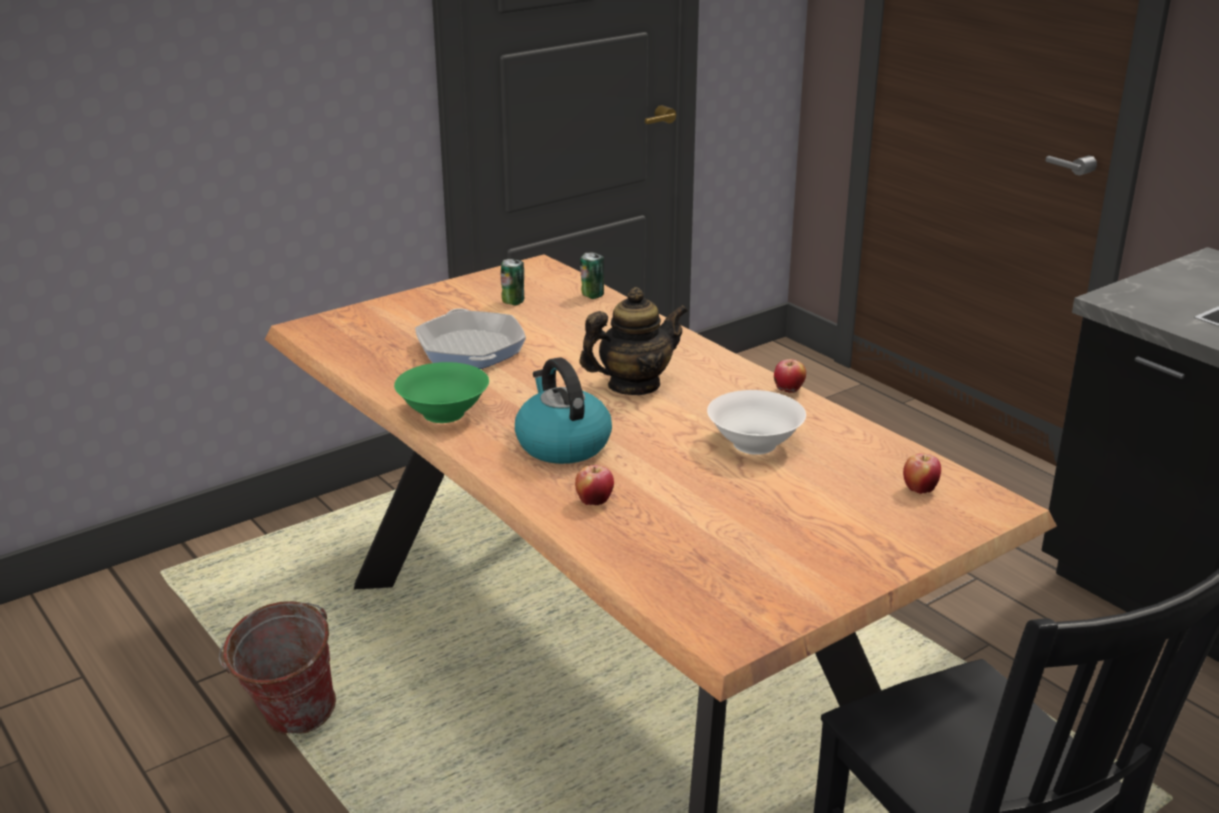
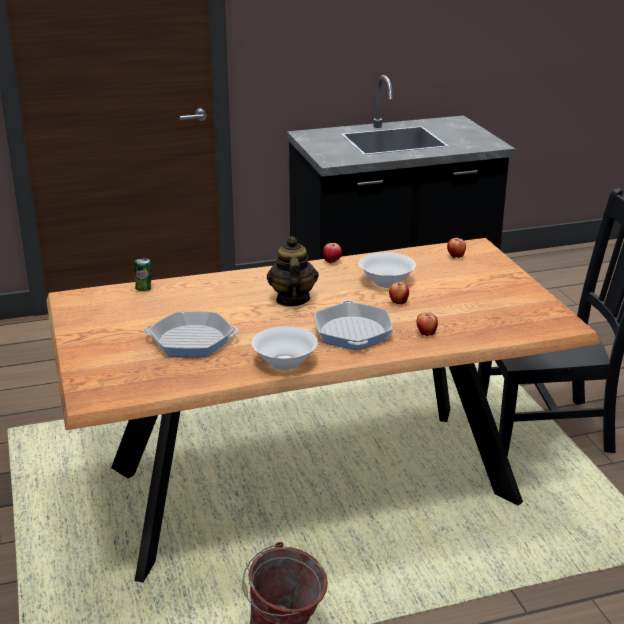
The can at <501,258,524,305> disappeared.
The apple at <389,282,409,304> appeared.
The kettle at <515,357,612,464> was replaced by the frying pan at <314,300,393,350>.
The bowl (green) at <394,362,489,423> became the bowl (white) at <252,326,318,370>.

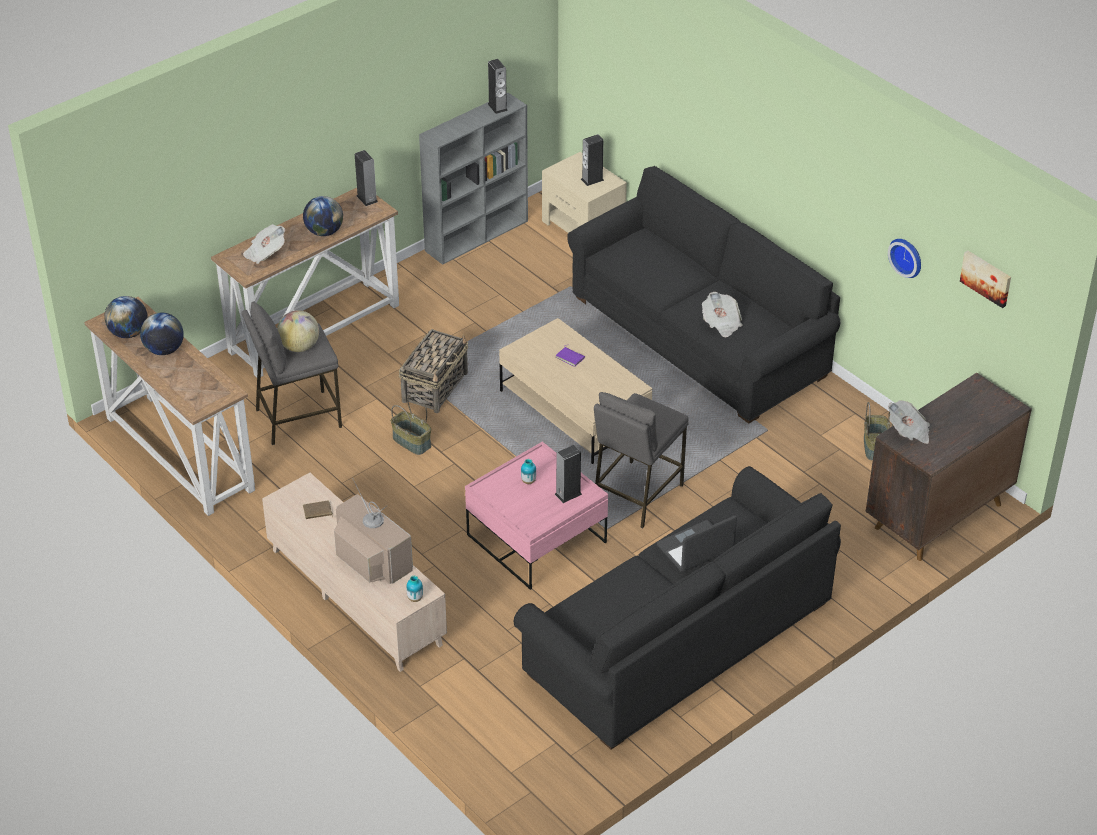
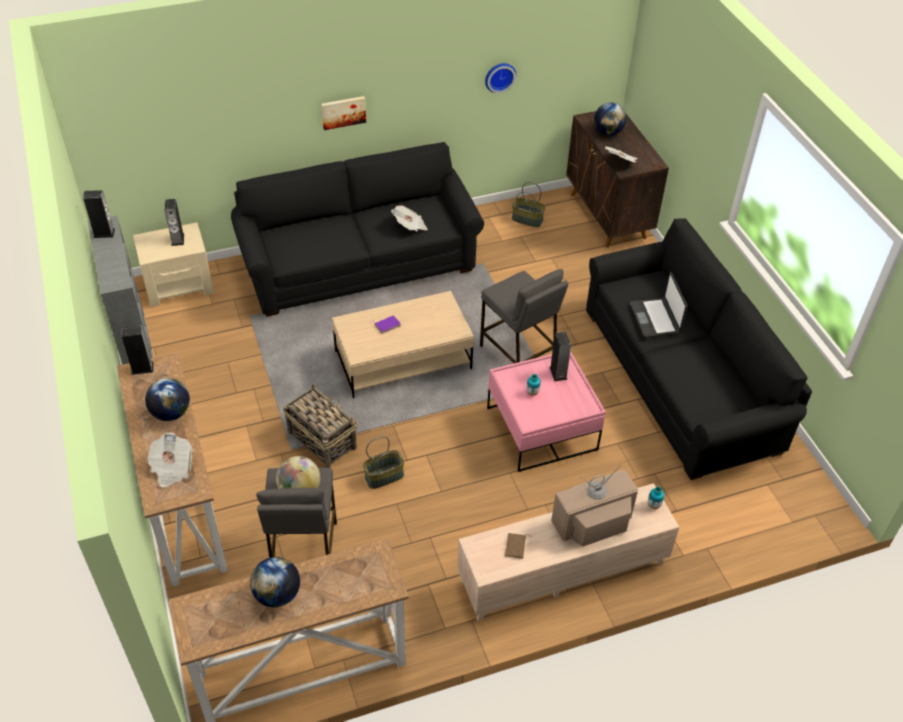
The globe moved from <104,296,148,338> to <594,102,627,136>.
The picture moved from <960,250,1011,308> to <321,96,366,130>.

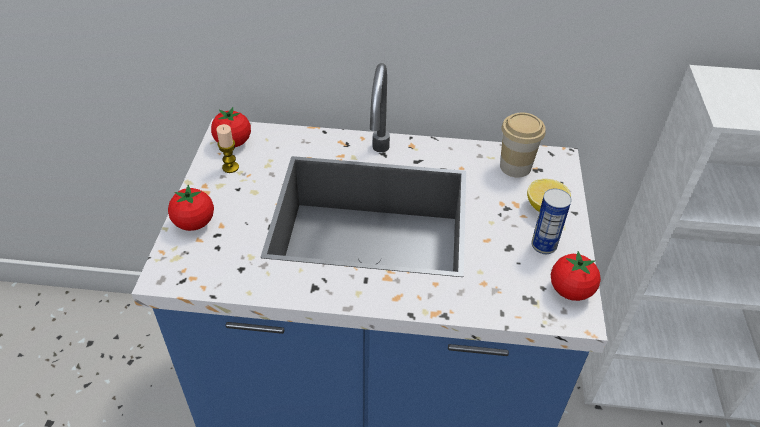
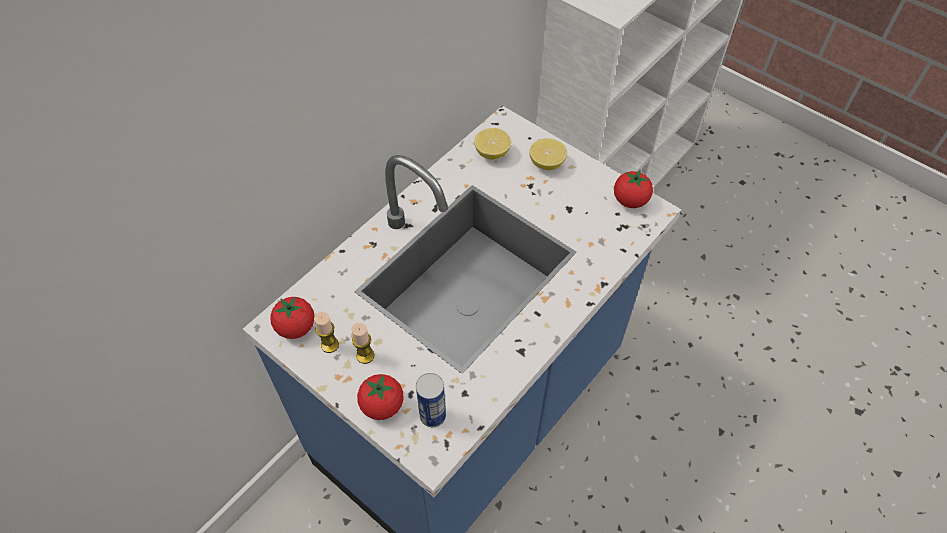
The candle at <351,323,374,364> appeared.
The can moved from <531,189,571,254> to <416,373,446,427>.
The cup at <500,112,545,177> was replaced by the lemon at <474,128,511,160>.

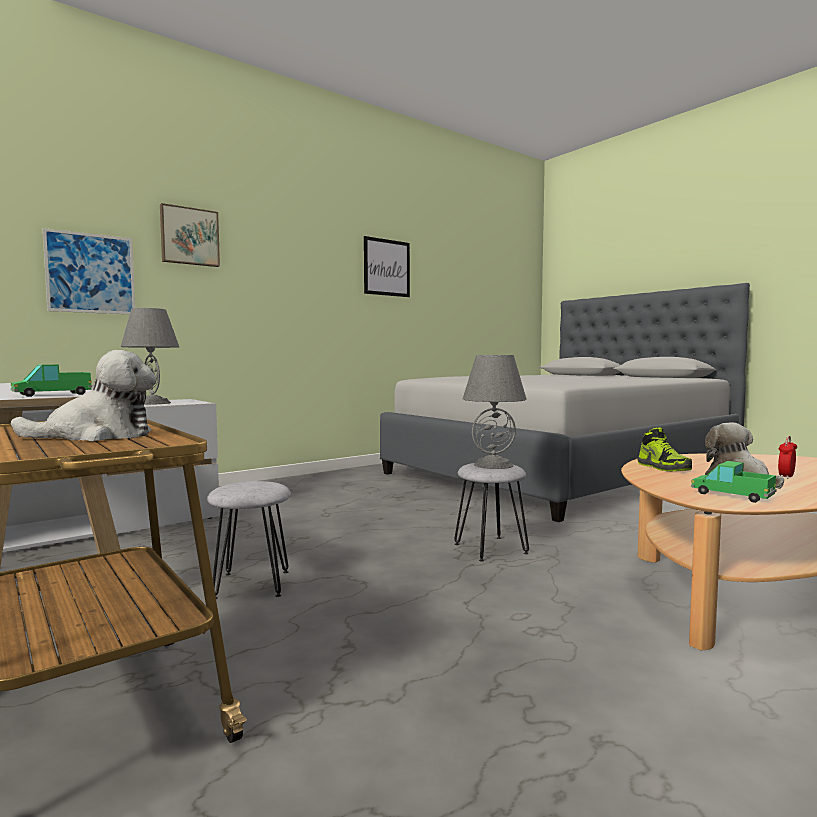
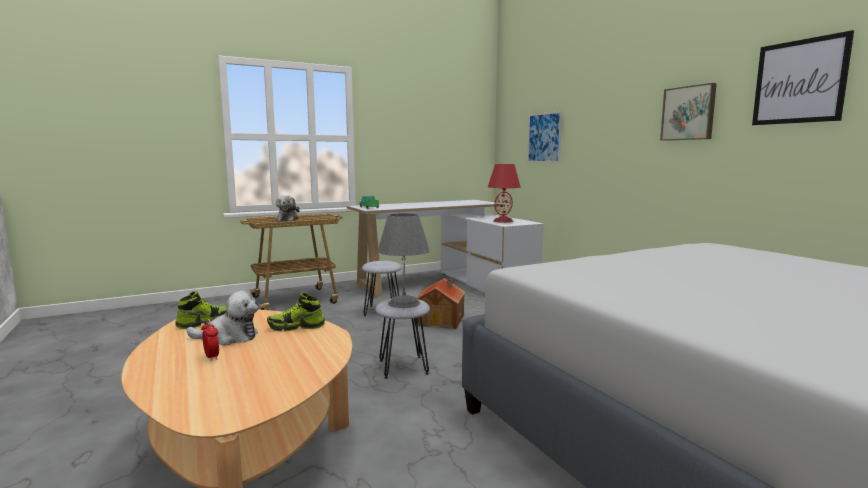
The toy house at <414,278,465,329> appeared.
The picture moved from <160,203,220,267> to <660,83,717,141>.
The toy truck at <691,461,777,503> was replaced by the shoe at <175,291,227,329>.
The table lamp (grey) at <120,308,179,405> became the table lamp (red) at <488,164,521,223>.

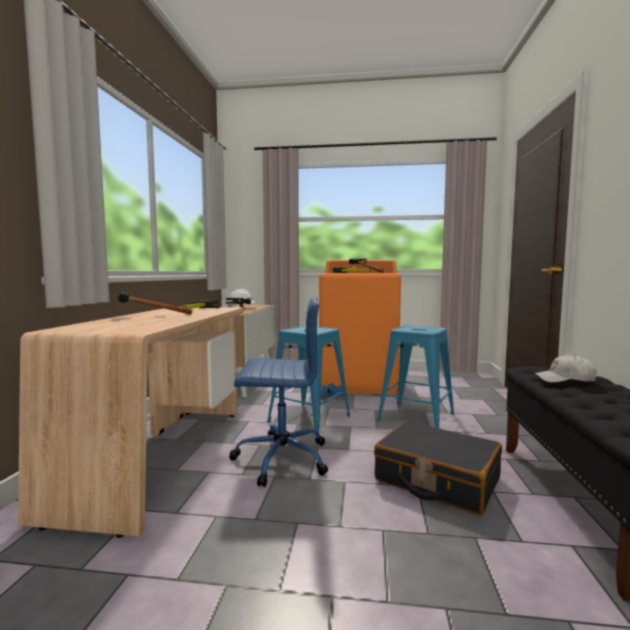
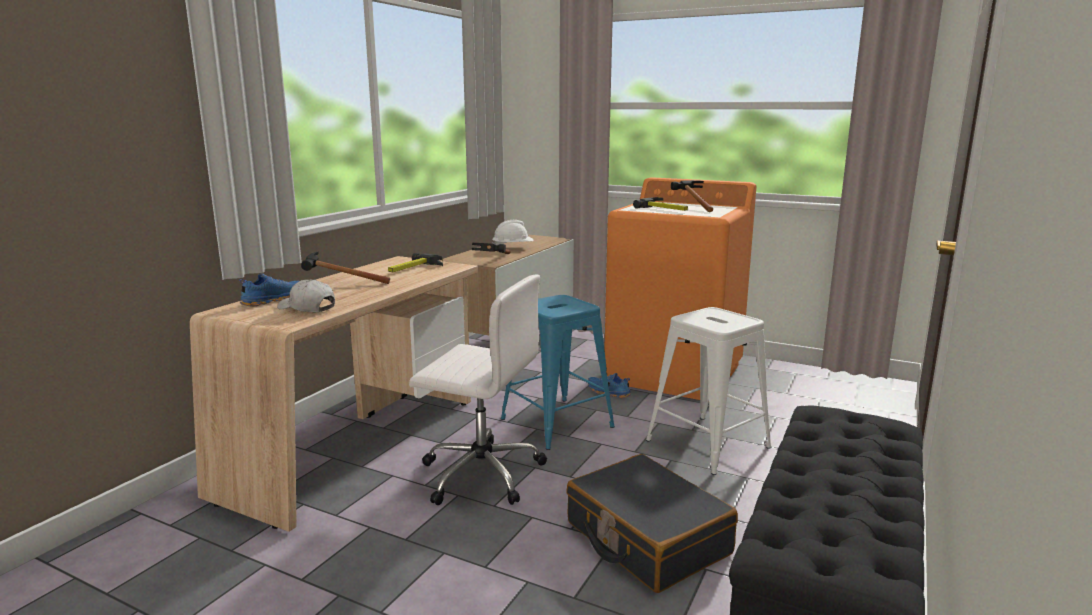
The shoe (blue) at <239,273,299,307> appeared.
The cap (white) moved from <535,354,597,383> to <277,279,335,312>.
The office chair (blue) at <229,297,328,487> became the office chair (white) at <409,274,547,505>.
The stool (blue) at <377,325,454,428> became the stool (white) at <646,307,771,475>.

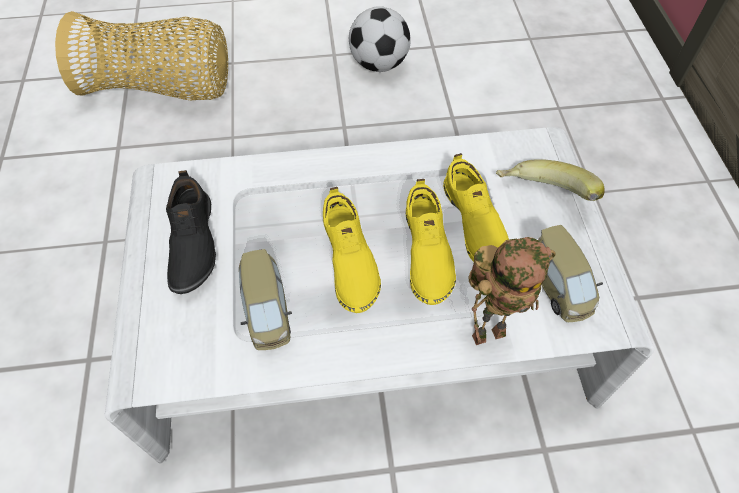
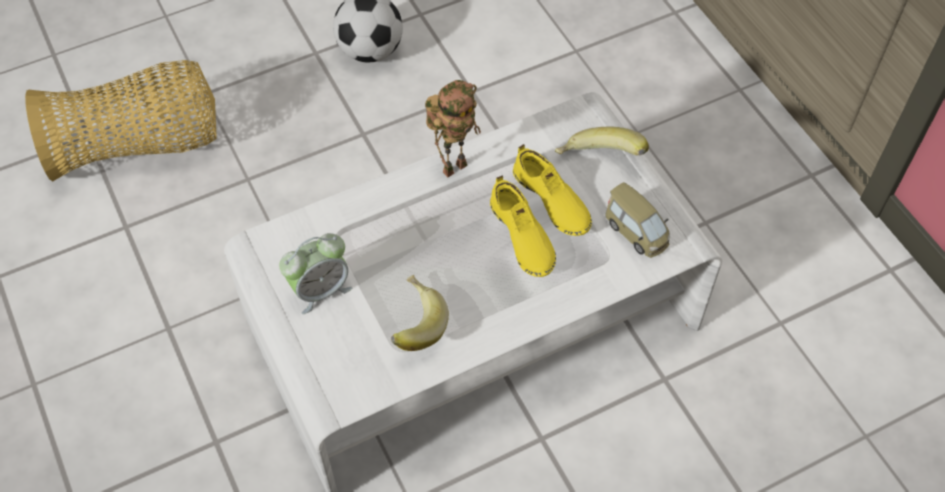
The shoe (yellow) at <323,187,381,313> disappeared.
The toy robot moved from <469,237,555,345> to <425,80,481,177>.
The shoe (black) at <166,170,216,294> was replaced by the alarm clock at <279,233,352,314>.
The toy car at <239,249,292,350> was replaced by the banana at <391,275,449,351>.

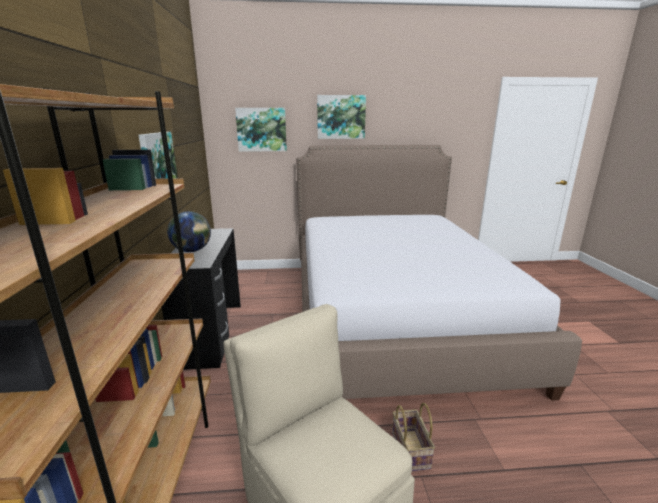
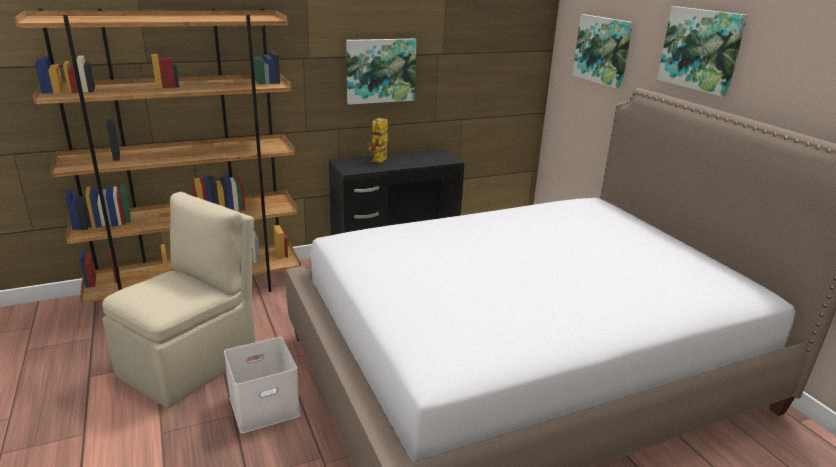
The globe at <167,211,211,252> was replaced by the toy robot at <368,118,388,163>.
The basket at <392,403,435,471> was replaced by the storage box (white) at <224,337,300,433>.

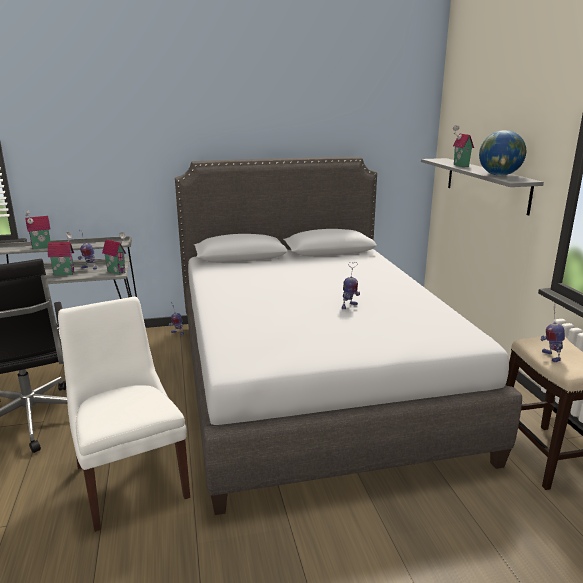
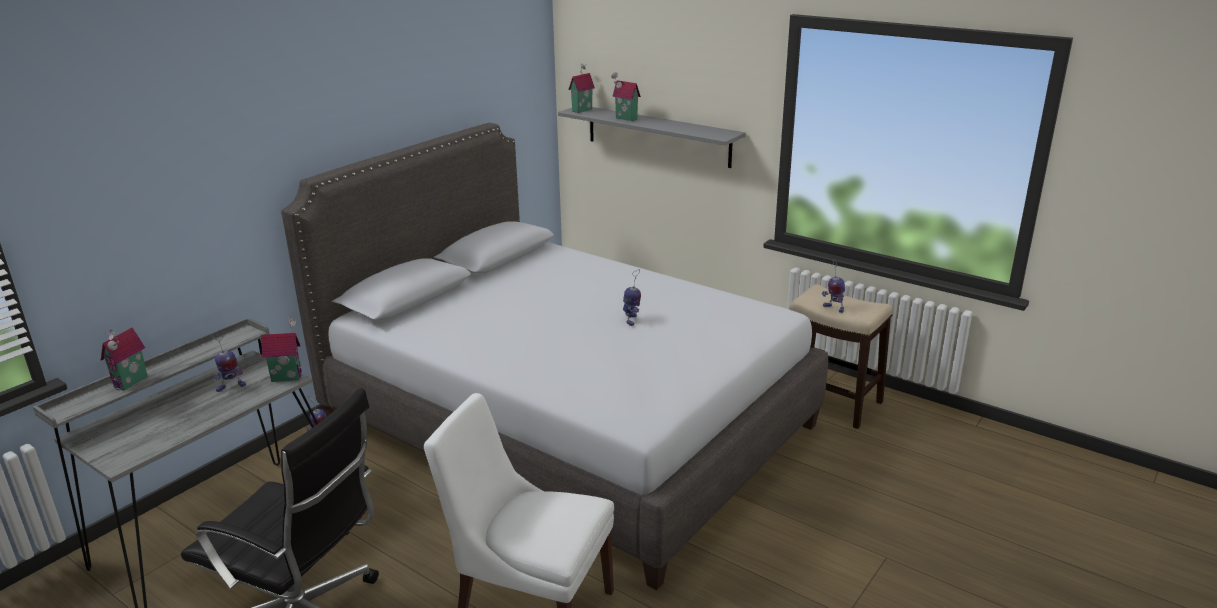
The globe at <479,130,526,176> disappeared.
The toy house moved from <48,232,75,275> to <568,63,595,113>.

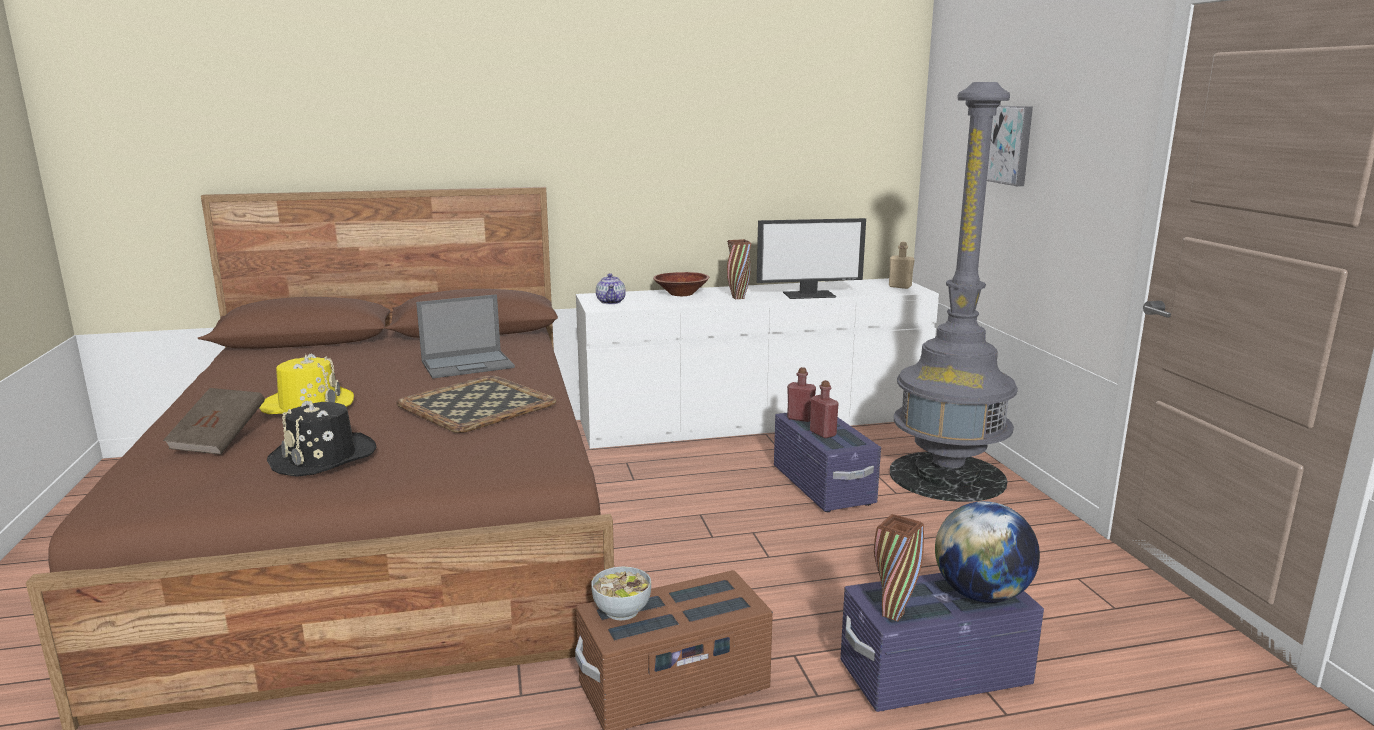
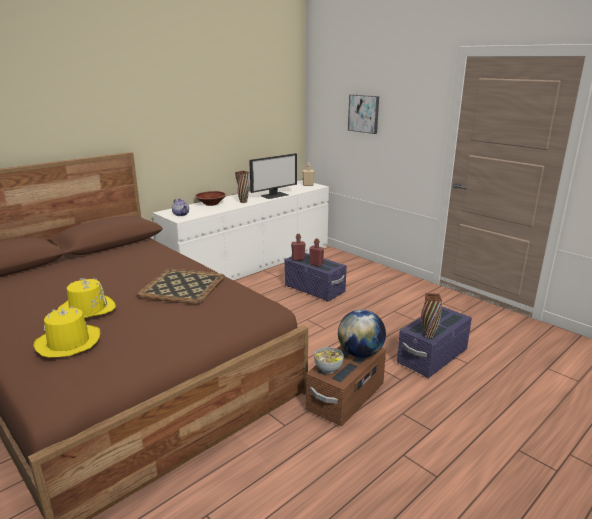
The hat (black) at <267,400,377,477> disappeared.
The laptop at <416,294,515,379> disappeared.
The floor lamp (grey) at <890,82,1018,502> disappeared.
The globe moved from <935,501,1040,603> to <338,309,386,358>.
The book (brown) at <163,388,265,455> was replaced by the hat (yellow) at <34,306,100,357>.

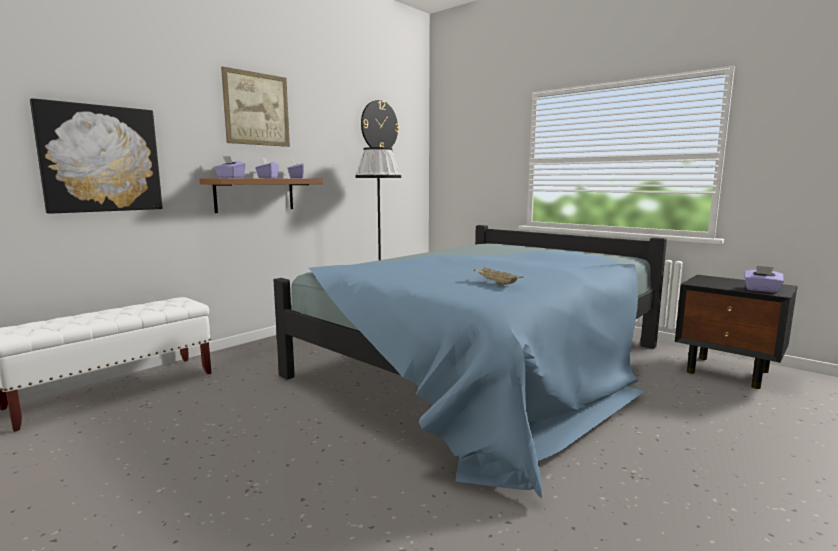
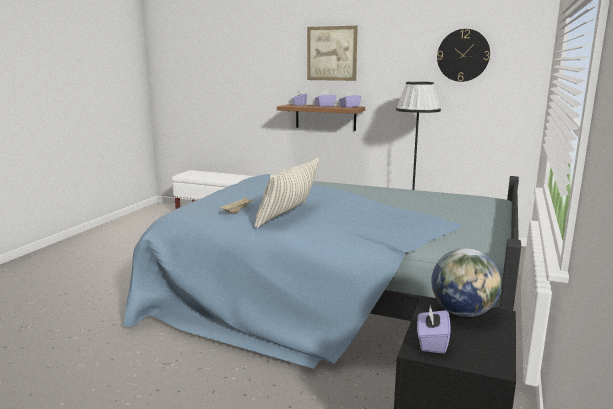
The picture at <30,98,163,214> disappeared.
The pillow at <255,157,319,228> appeared.
The globe at <431,248,502,317> appeared.

